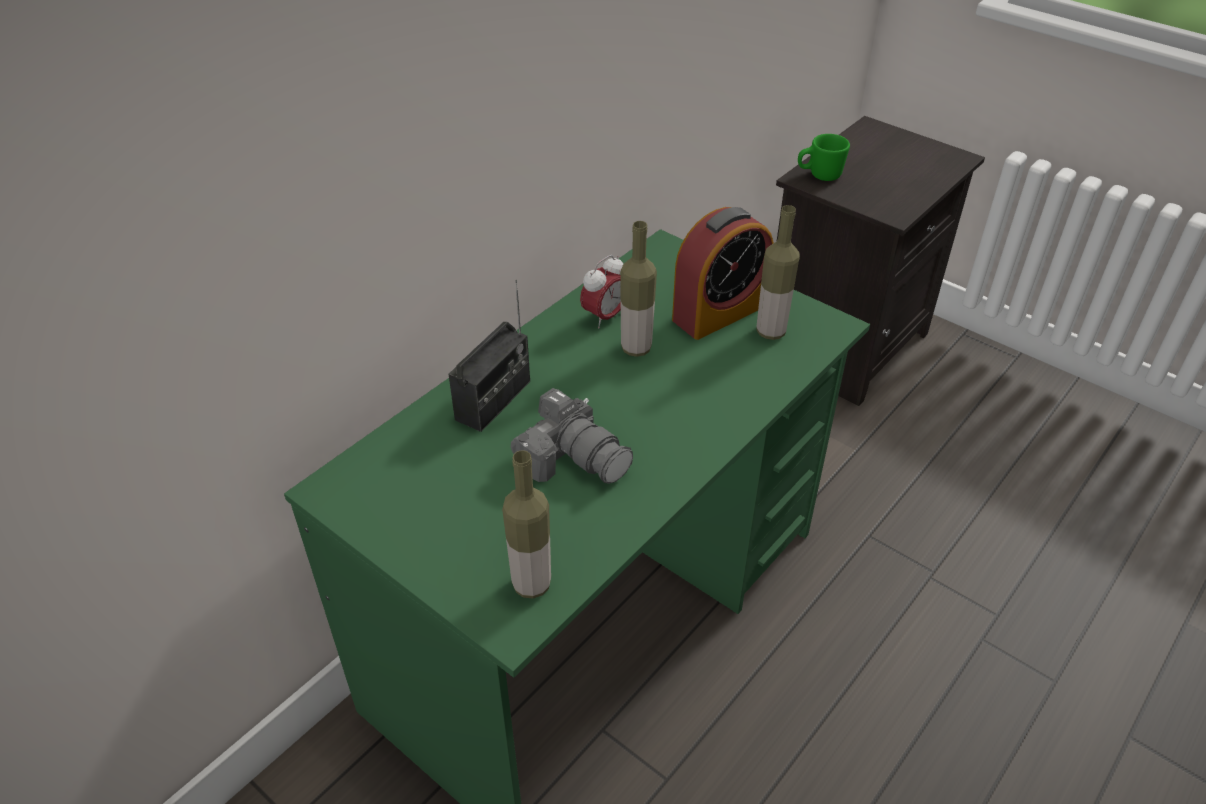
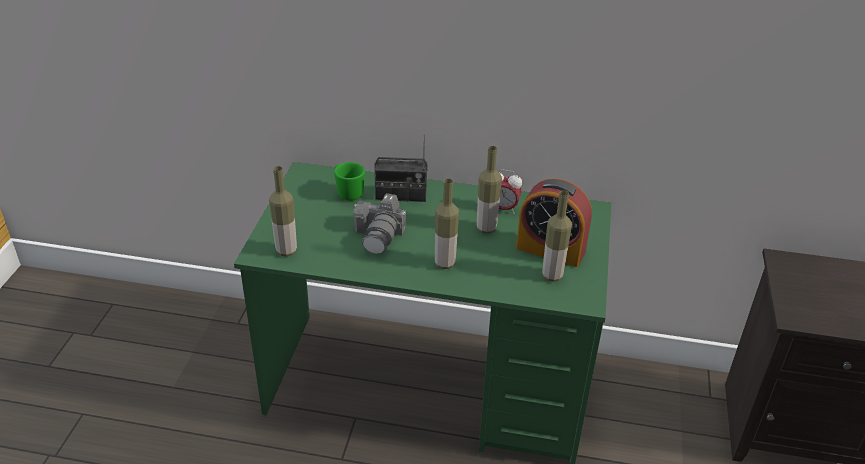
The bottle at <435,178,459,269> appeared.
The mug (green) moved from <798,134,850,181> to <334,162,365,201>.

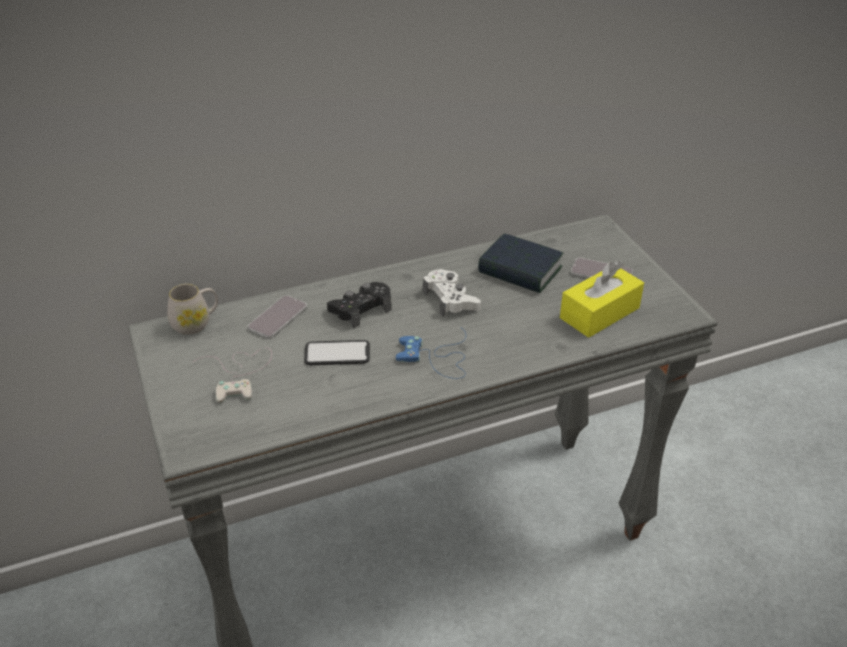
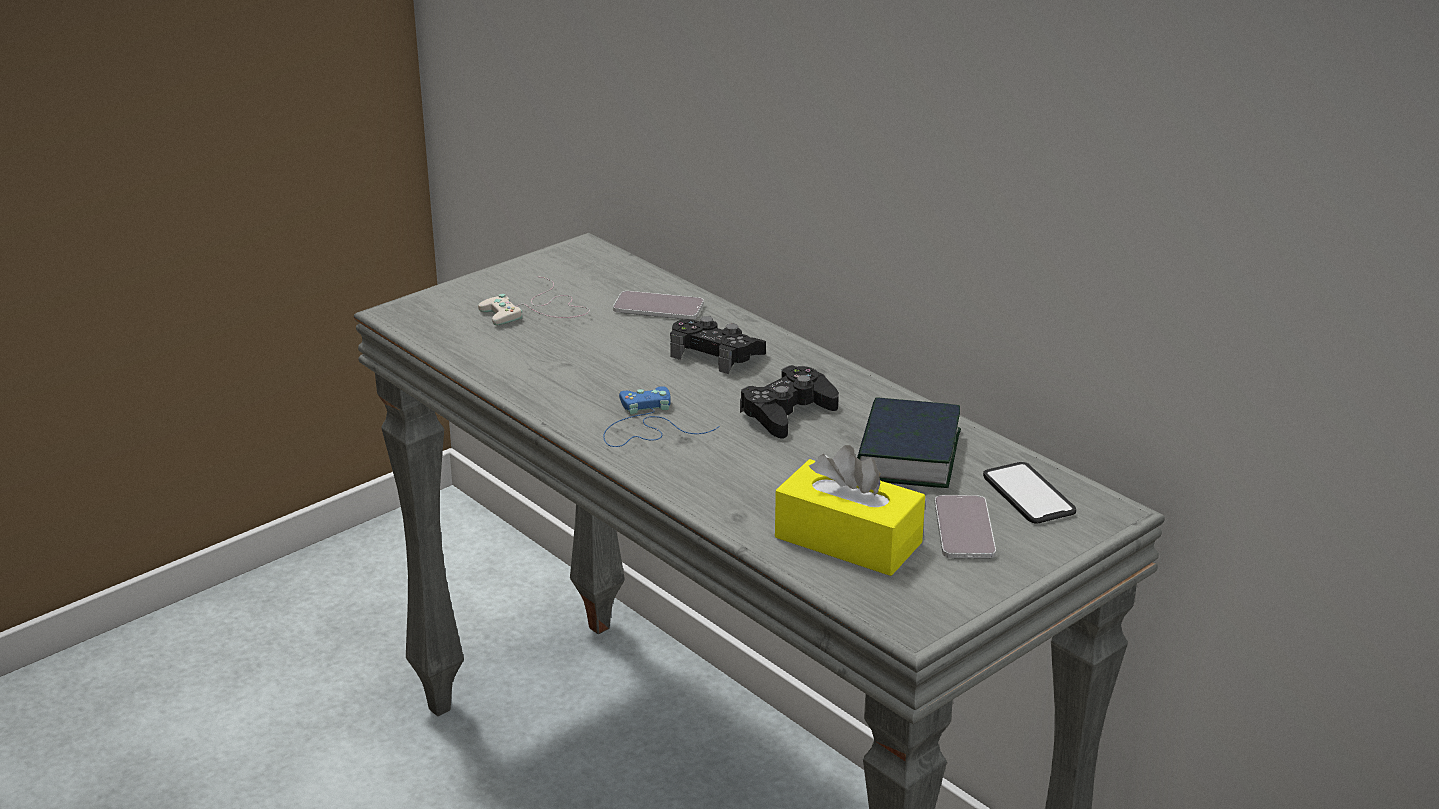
The mug (white) at <167,284,218,335> disappeared.
The phone moved from <304,340,370,365> to <983,462,1076,524>.
The game controller (white) at <423,269,481,316> became the game controller (black) at <740,365,839,439>.

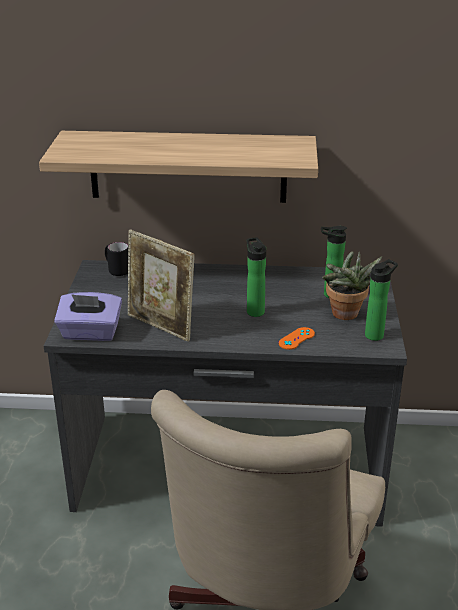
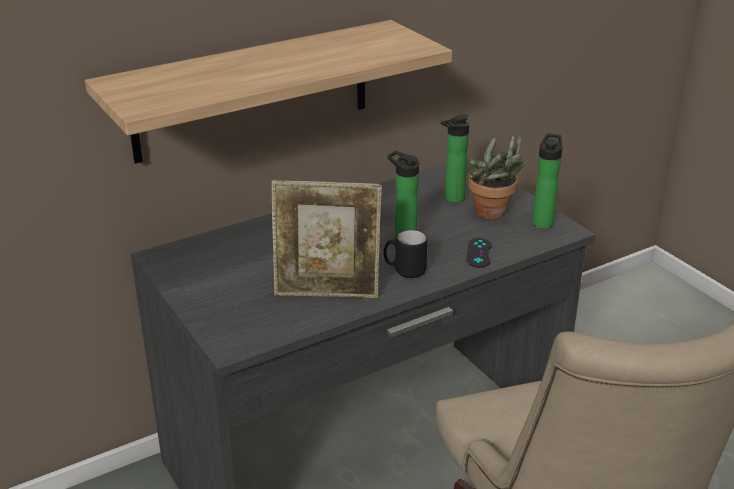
The tissue box (purple) at <54,292,122,341> disappeared.
The mug (black) moved from <105,242,128,276> to <384,230,428,278>.
The game controller (orange) at <278,327,315,350> became the game controller (black) at <466,238,492,268>.

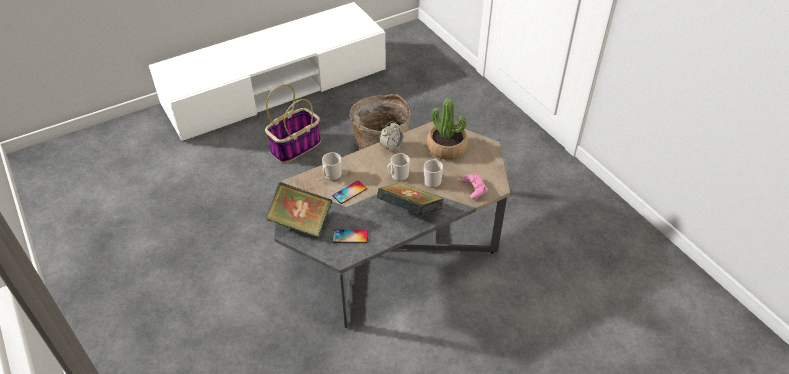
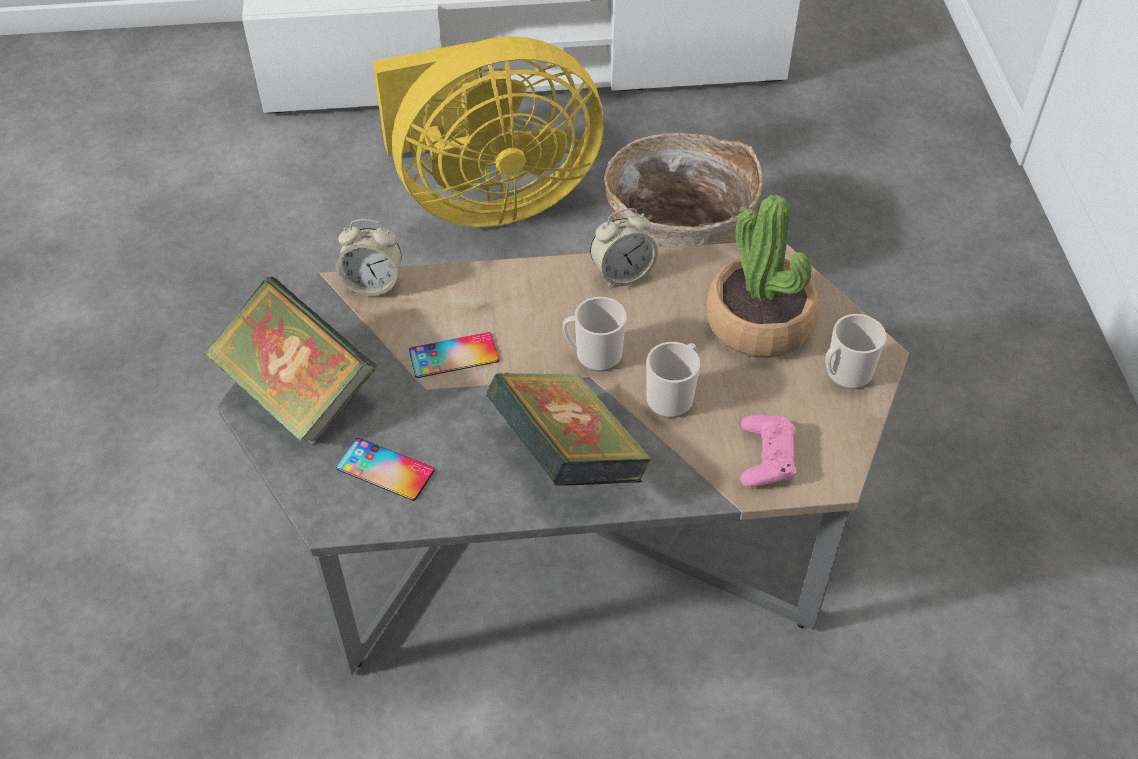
The alarm clock at <336,219,402,296> appeared.
The mug moved from <322,152,341,181> to <826,314,886,389>.
The basket at <265,84,321,163> was replaced by the fan (yellow) at <372,36,604,227>.

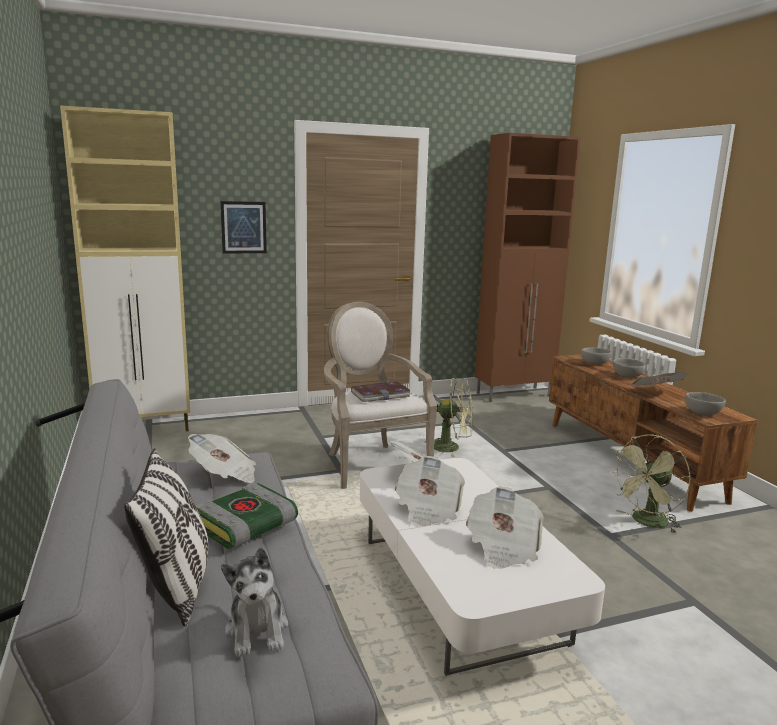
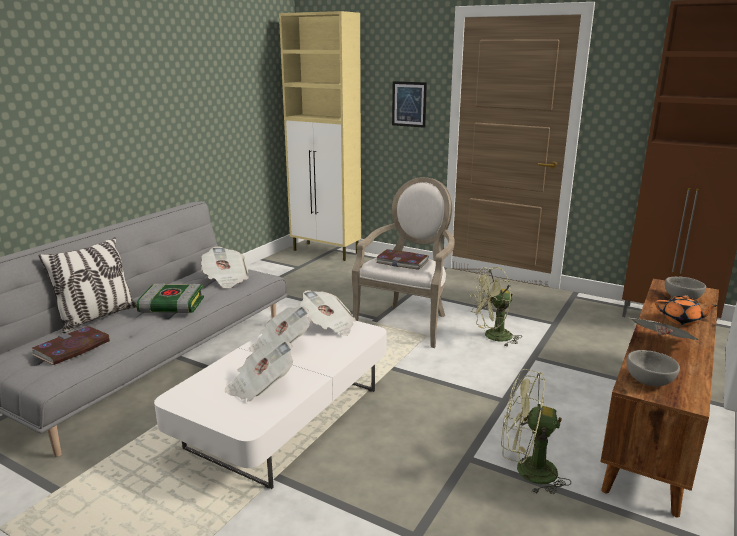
The plush toy at <221,547,288,657> was replaced by the book at <32,326,110,365>.
The bowl (grey) at <613,358,646,377> was replaced by the teapot (orange) at <655,295,718,325>.
The fan (green) at <425,378,473,457> turned 105 degrees clockwise.

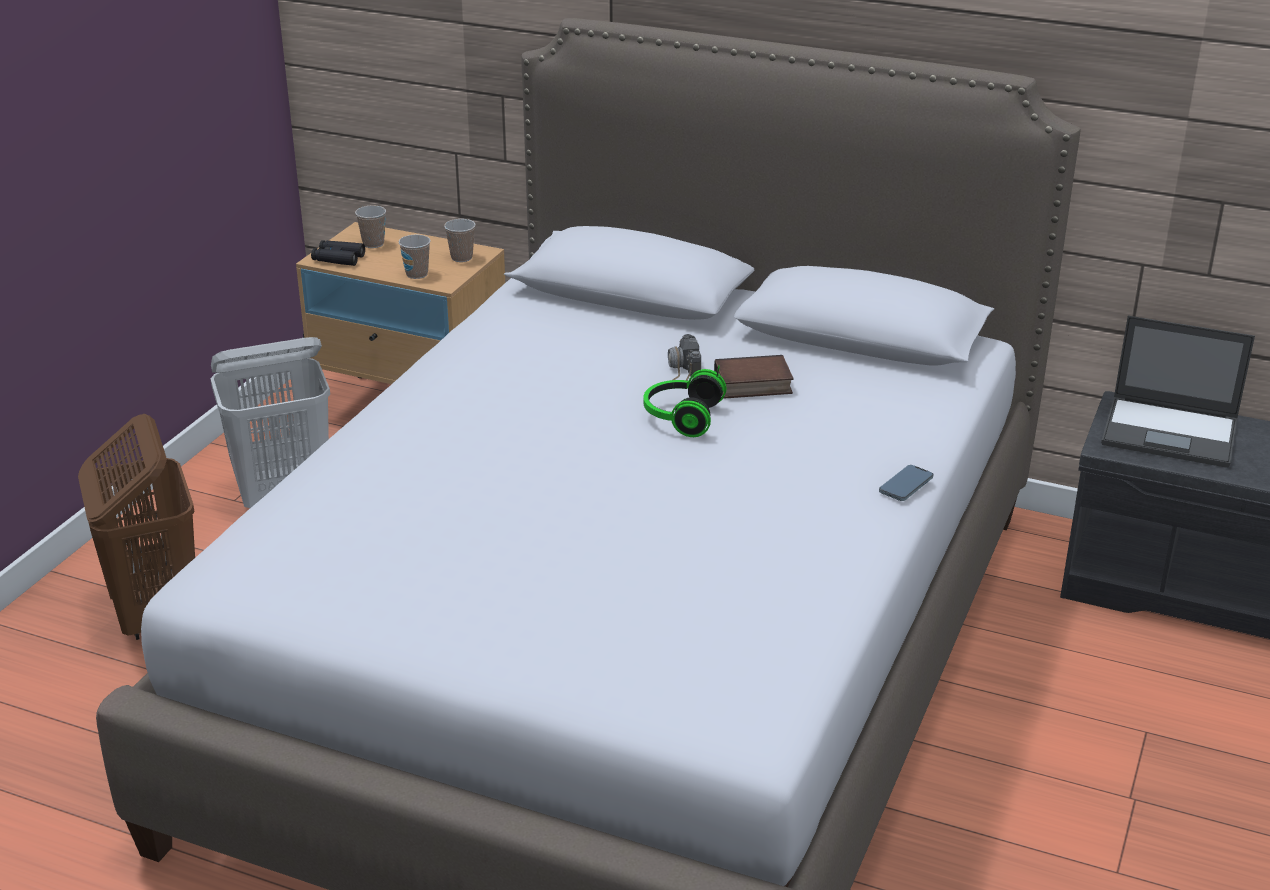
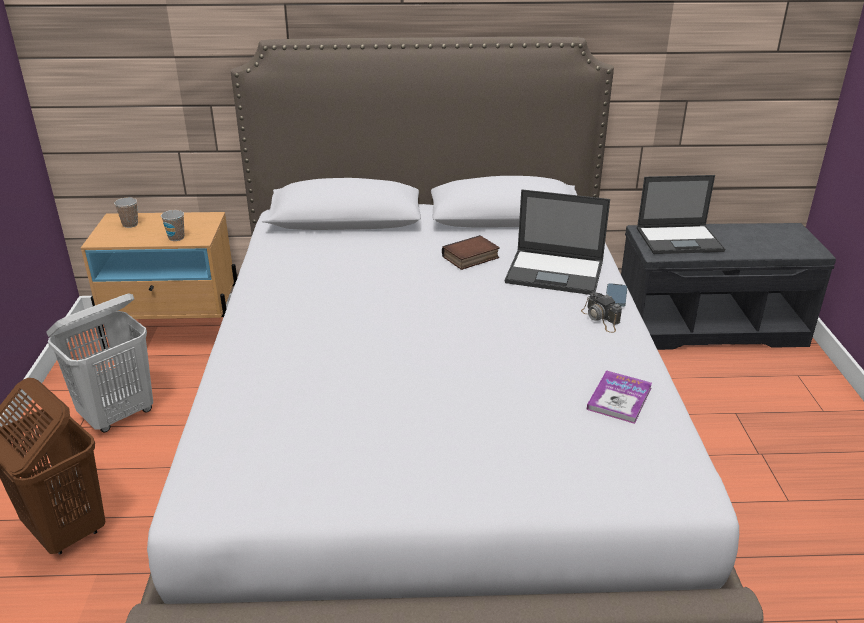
The binoculars (black) at <311,240,365,266> disappeared.
The cup at <444,219,476,262> disappeared.
The headphones at <644,365,726,437> disappeared.
The laptop at <505,189,610,295> appeared.
The book at <586,370,652,424> appeared.
The photo camera moved from <668,334,701,380> to <581,292,622,333>.

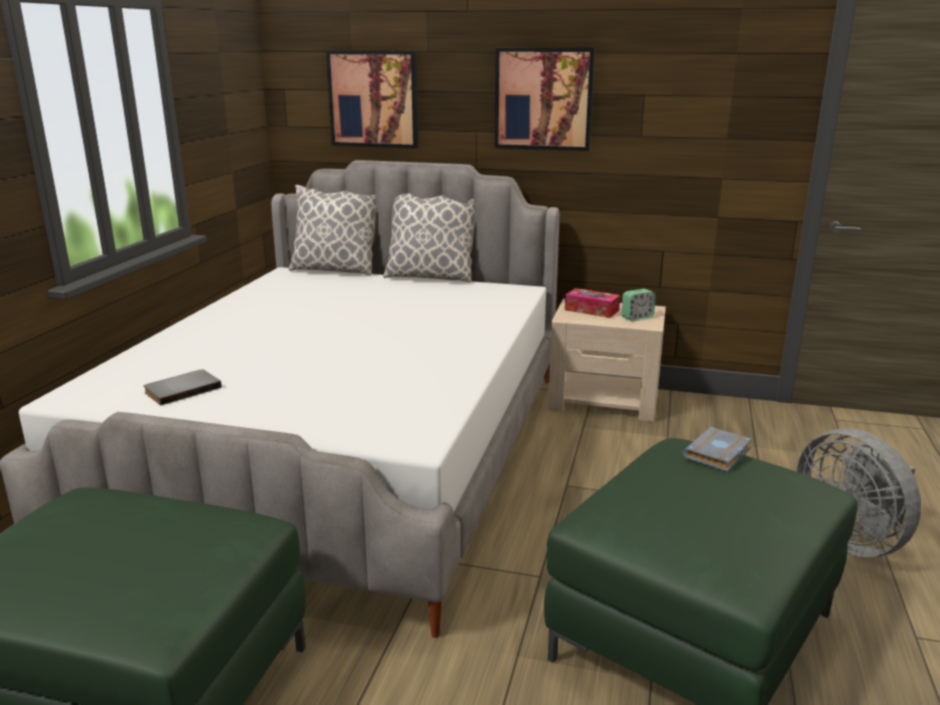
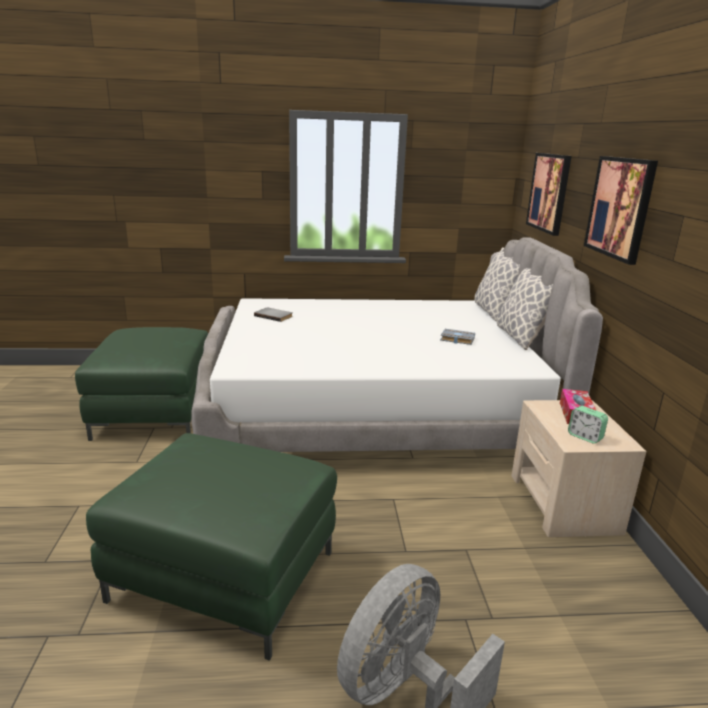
The book (grey) moved from <682,427,752,472> to <440,329,475,345>.

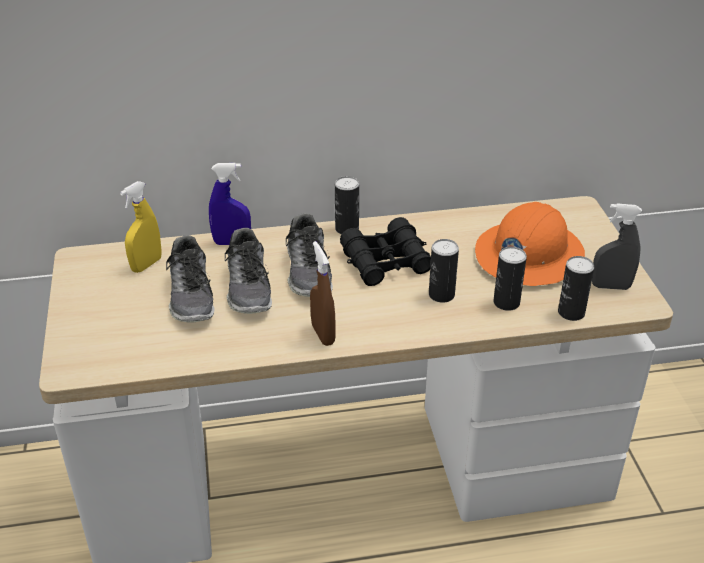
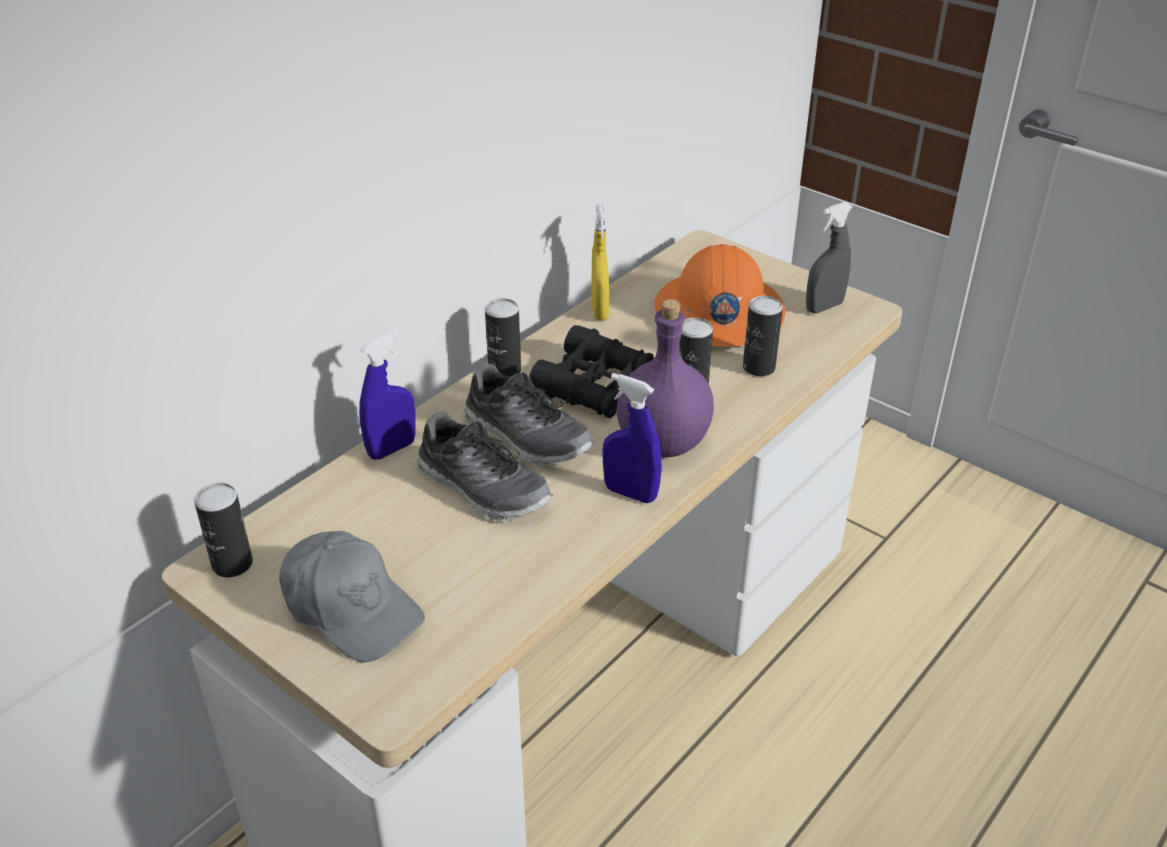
The shoe at <166,235,215,323> disappeared.
The cap (grey) at <279,531,425,662> appeared.
The bottle (purple) at <617,299,714,458> appeared.
The spray bottle (yellow) moved from <120,181,161,273> to <591,204,609,320>.
The can moved from <558,256,594,321> to <194,483,253,577>.
The spray bottle (brown) at <310,241,336,346> became the spray bottle (blue) at <603,373,662,503>.

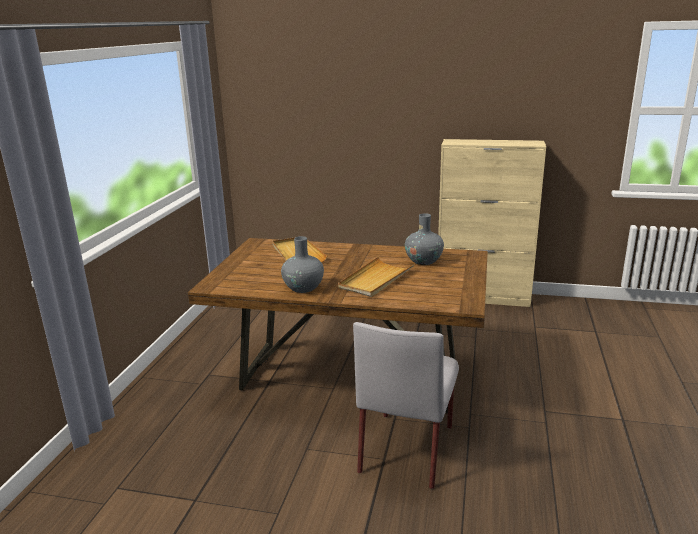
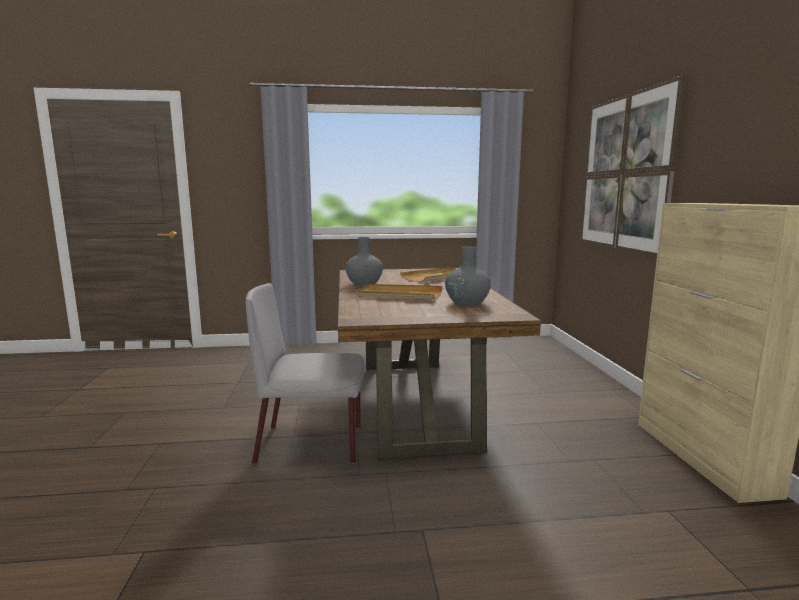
The picture at <580,75,685,256> appeared.

